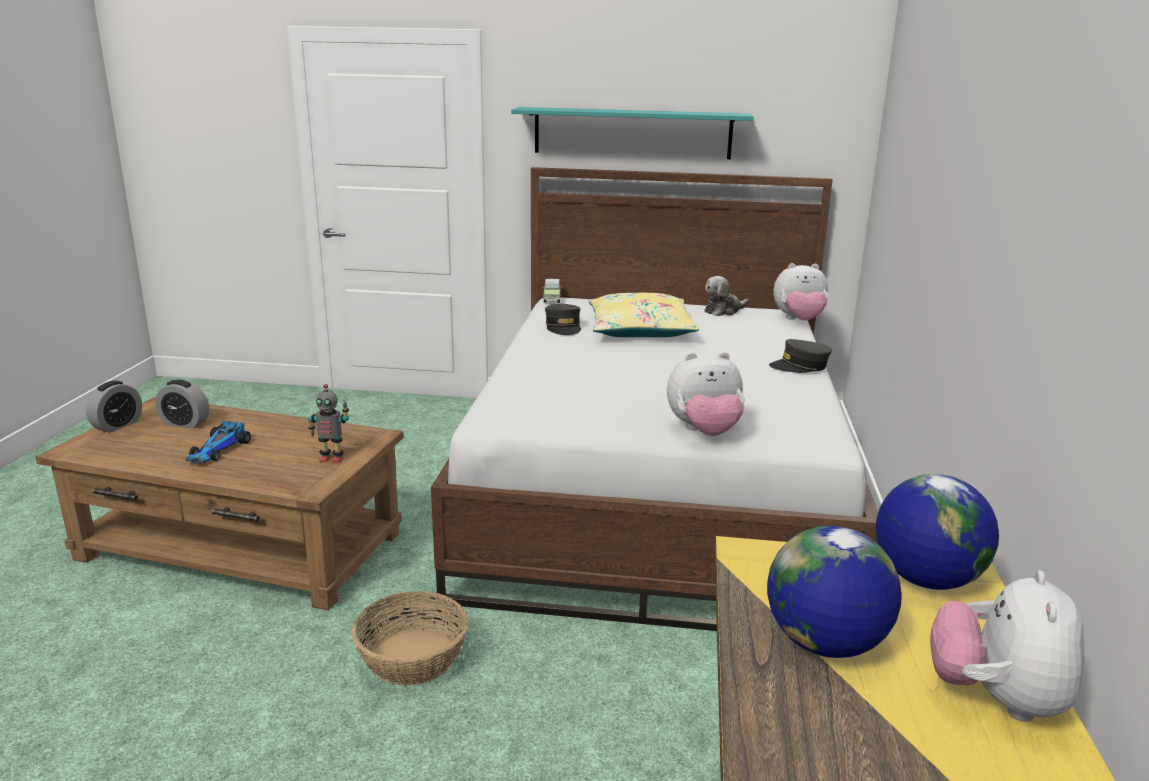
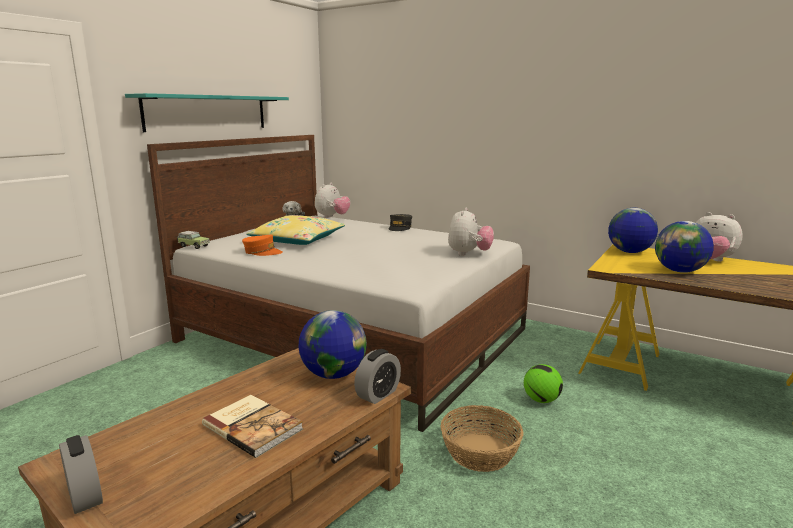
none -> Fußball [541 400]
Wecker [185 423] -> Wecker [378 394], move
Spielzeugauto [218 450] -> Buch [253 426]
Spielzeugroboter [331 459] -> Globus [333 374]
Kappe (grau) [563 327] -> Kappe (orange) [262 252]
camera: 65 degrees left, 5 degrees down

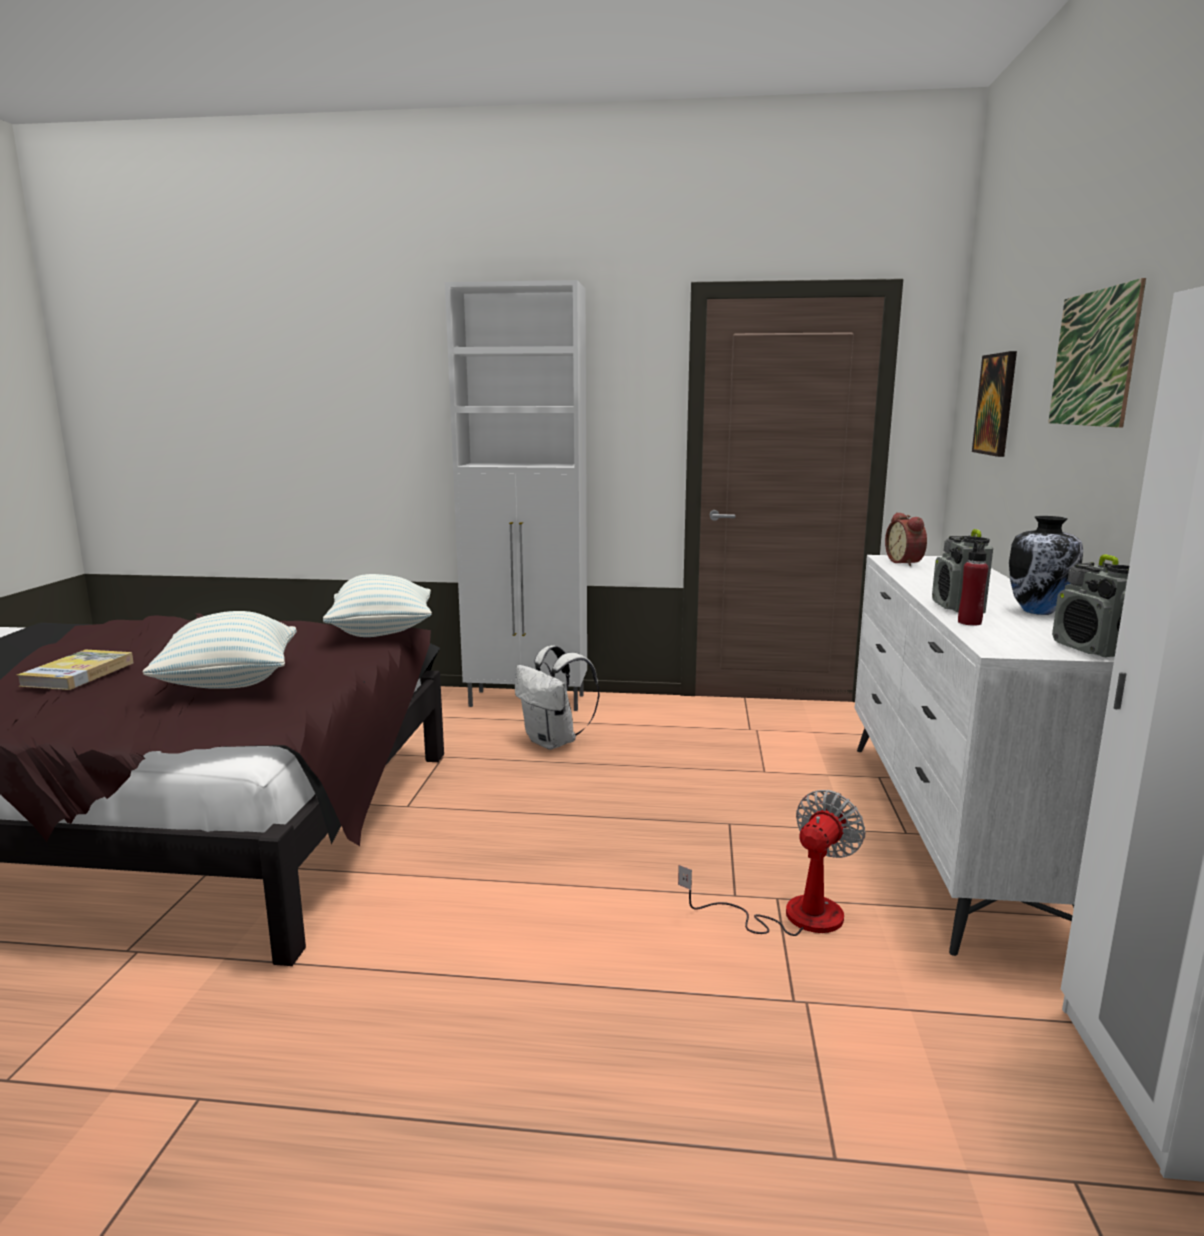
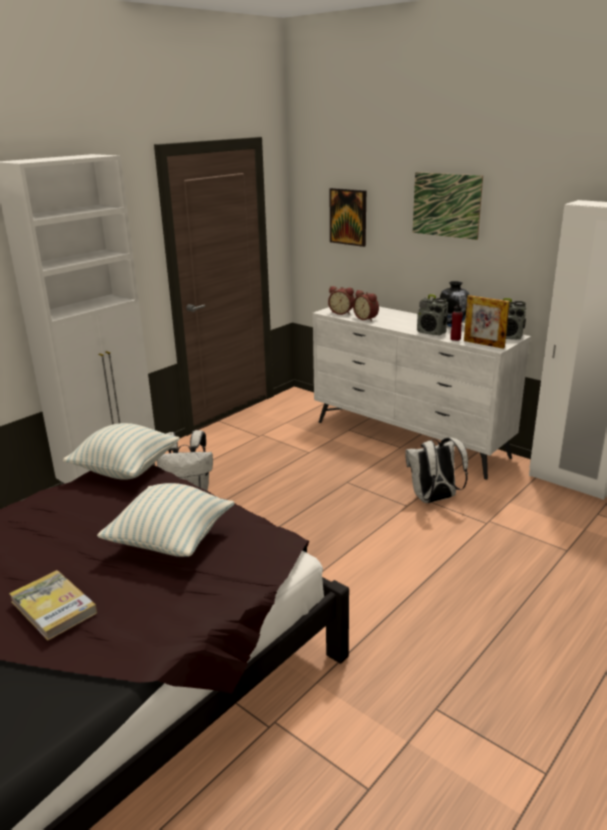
none -> Wecker [366 318]
none -> Bilderrahmen [483 344]
Ventilator [792 915] -> Rucksack (weiß) [434 499]
camera: 55 degrees left, 10 degrees up

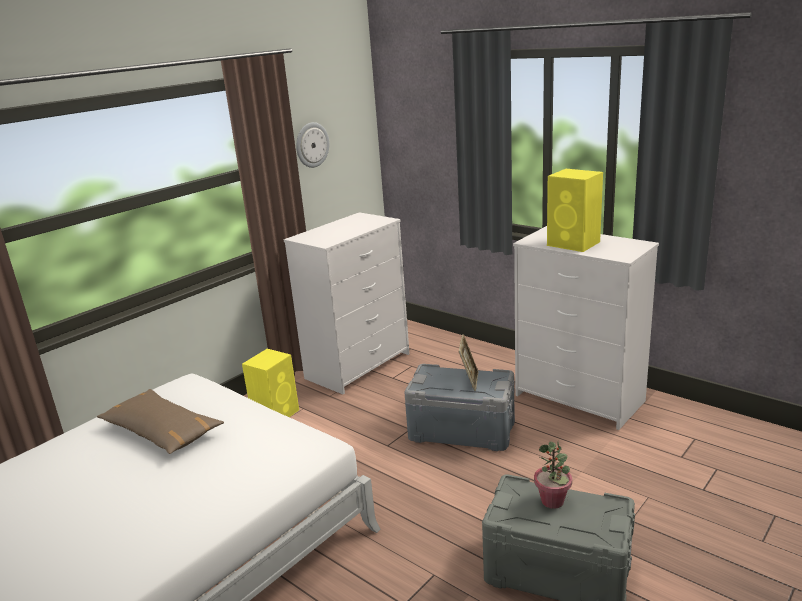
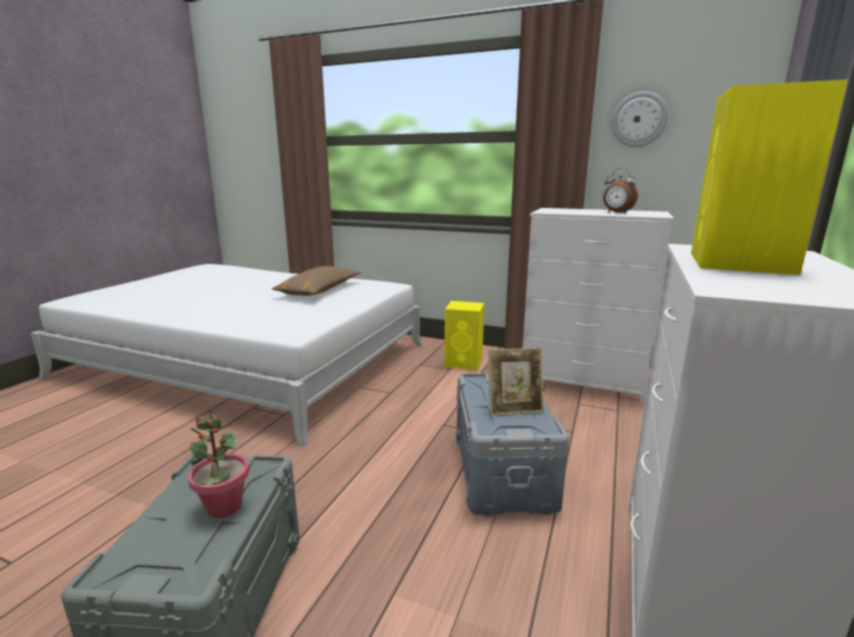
none -> Wecker [616 213]
camera: 70 degrees right, 5 degrees down

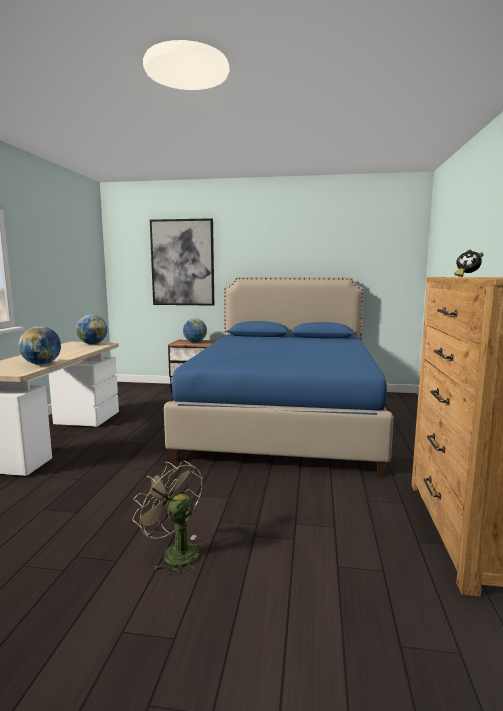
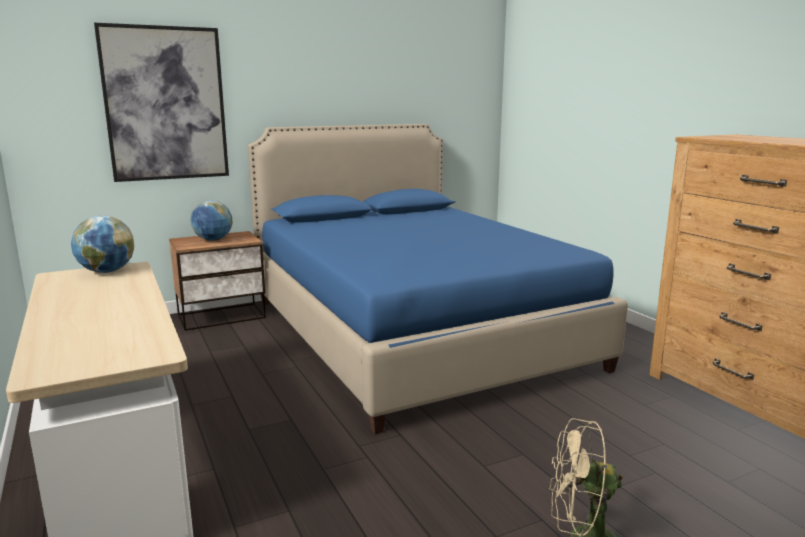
Globus [42 364] -> none
Wecker [466 276] -> none
camera: 35 degrees left, 5 degrees up

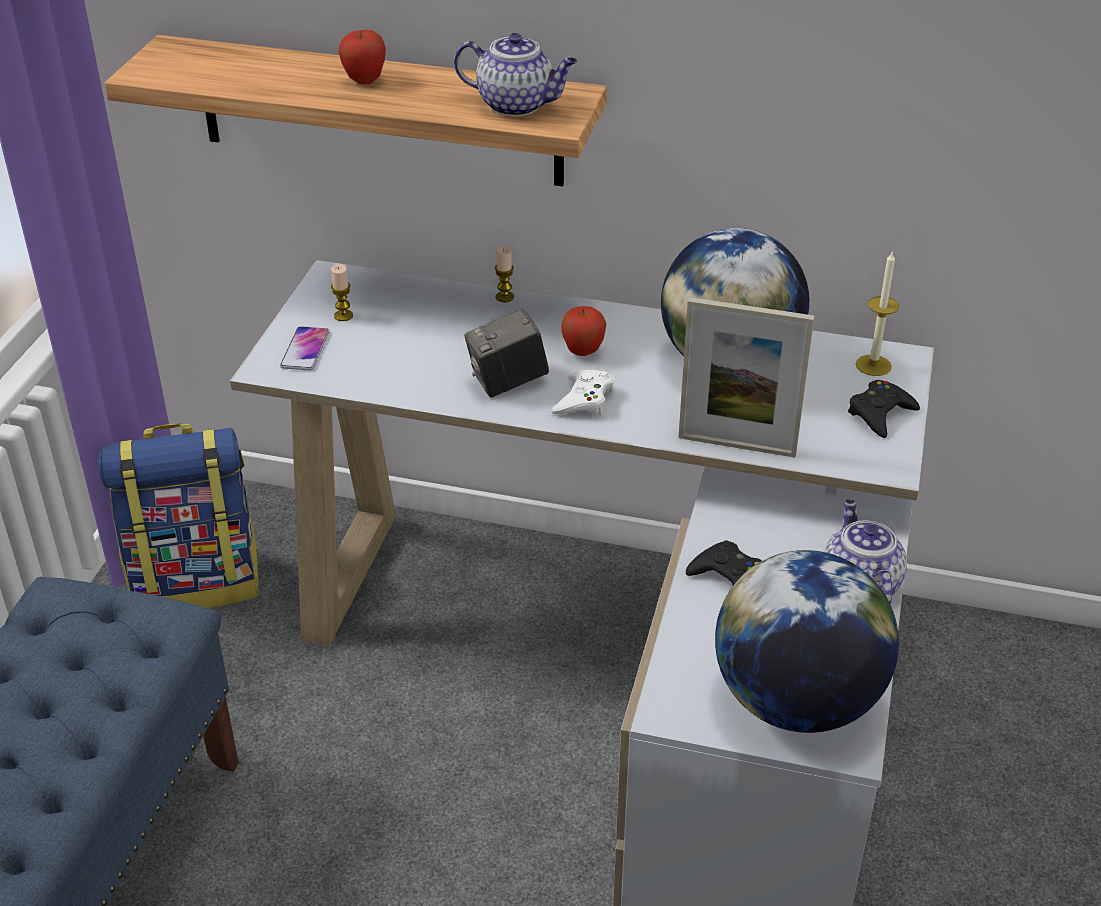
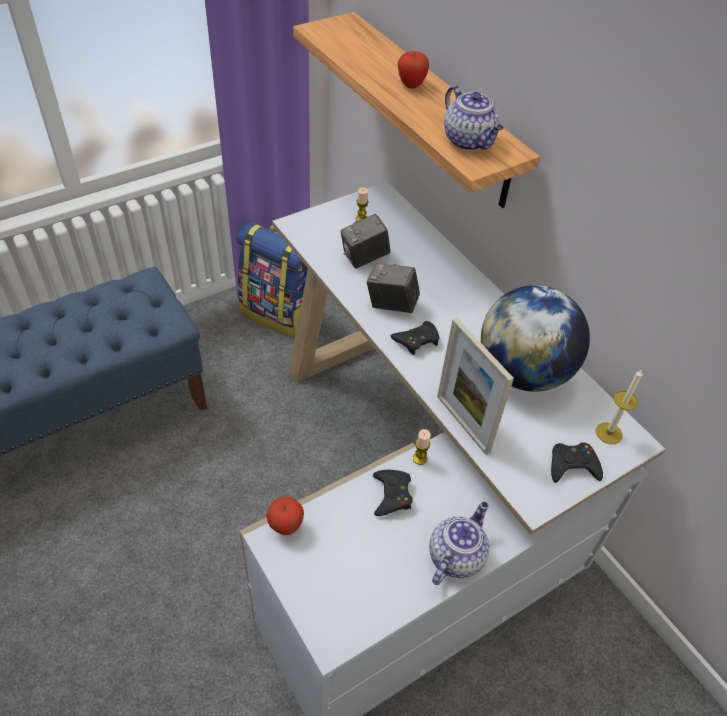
Handy [305 350] -> none
Globus [796 701] -> none
none -> Kamera [364 258]
Kerze [504 297] -> Kerze [419 458], move
Apfel [583 352] -> Apfel [286 527], move
Gamepad (weiß) [584 400] -> Gamepad (schwarz) [416 340]
camera: 40 degrees right, 10 degrees up

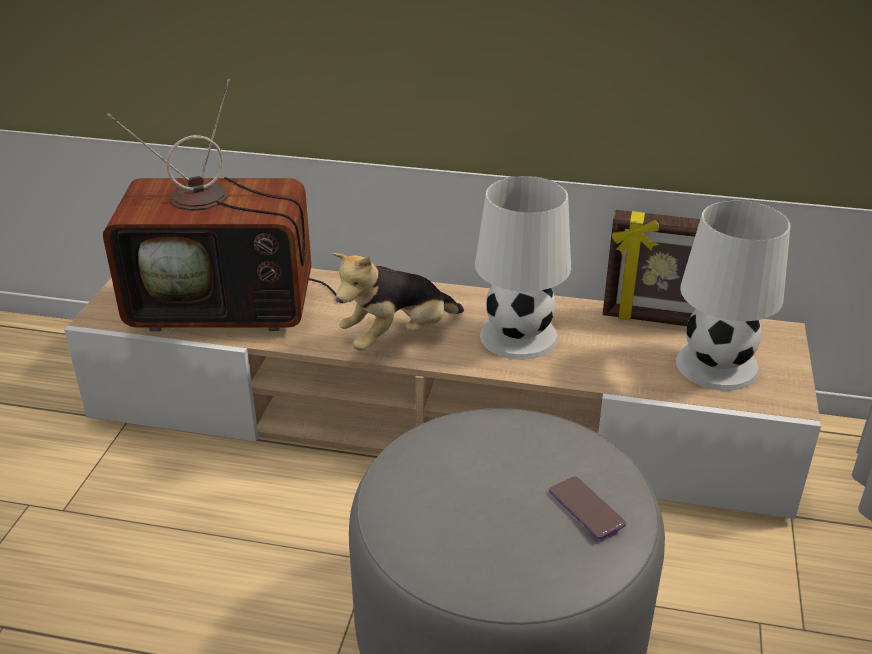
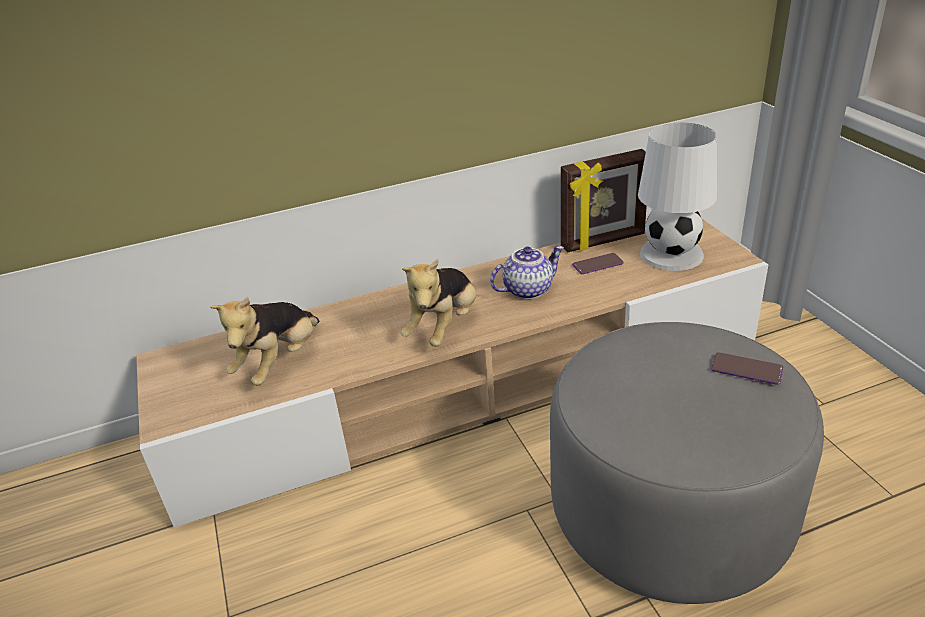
none -> Handy [597 264]
Fernseher [229 306] -> Plüschtier [279 363]
Tischlampe (weiß) [518 336] -> Teekanne [528 289]
camera: 30 degrees left, 0 degrees up

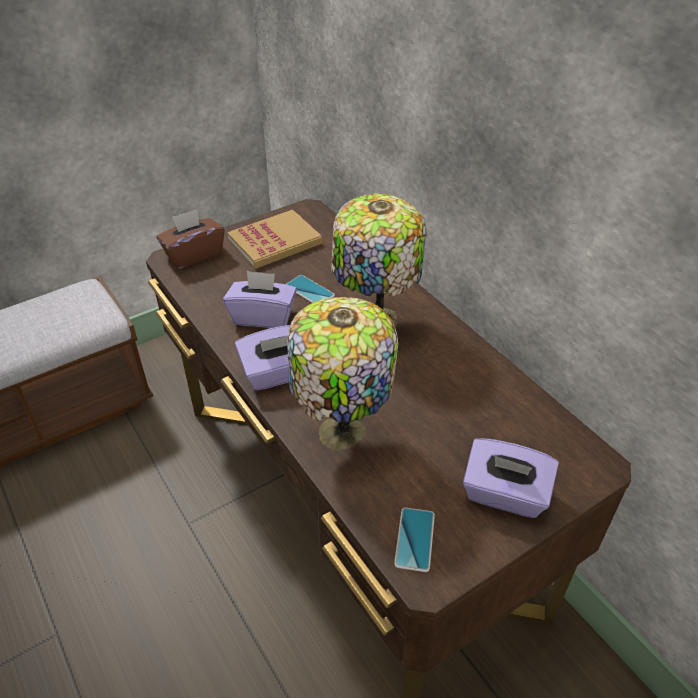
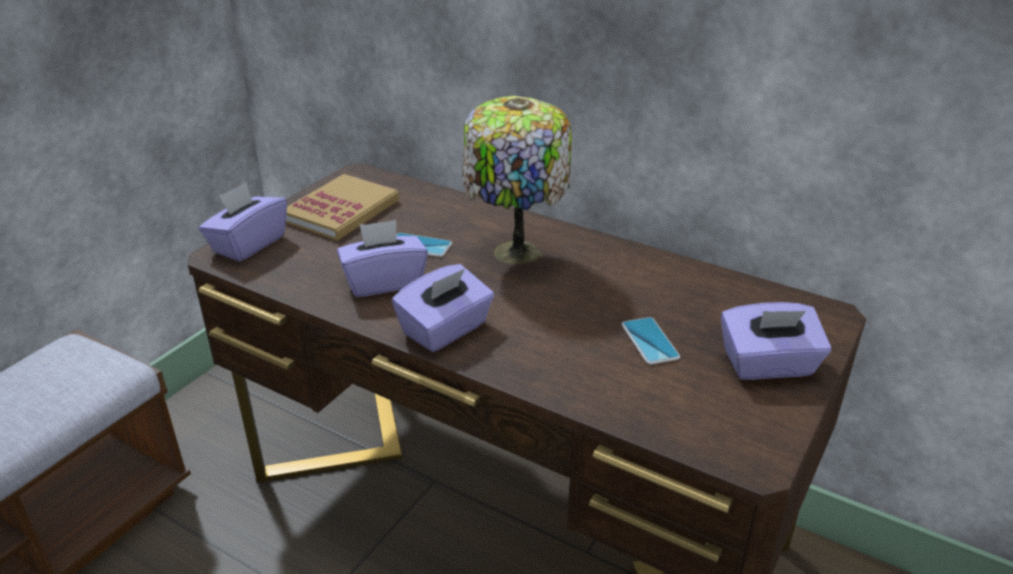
Tischlampe [341 435] -> none
Handy [414 539] -> Handy [649 341], move
Taschentuchbox (braun) [194 254] -> Taschentuchbox (lila) [248 244]
camera: 25 degrees left, 10 degrees down

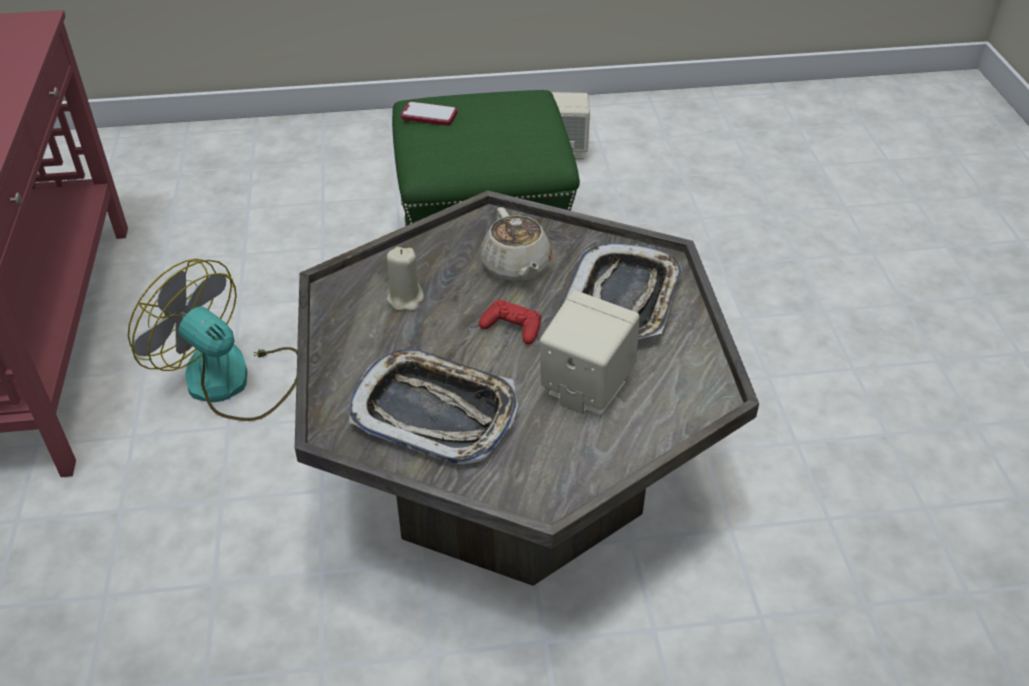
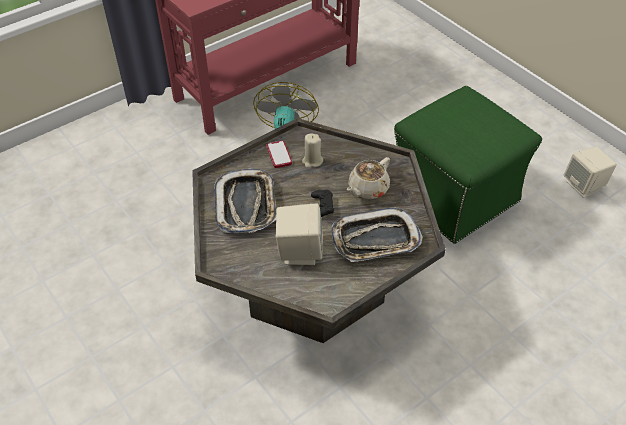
Handy [429 115] -> Handy [279 155], move
Gamepad (rot) [512 327] -> Gamepad (schwarz) [322 206]
camera: 60 degrees right, 5 degrees up

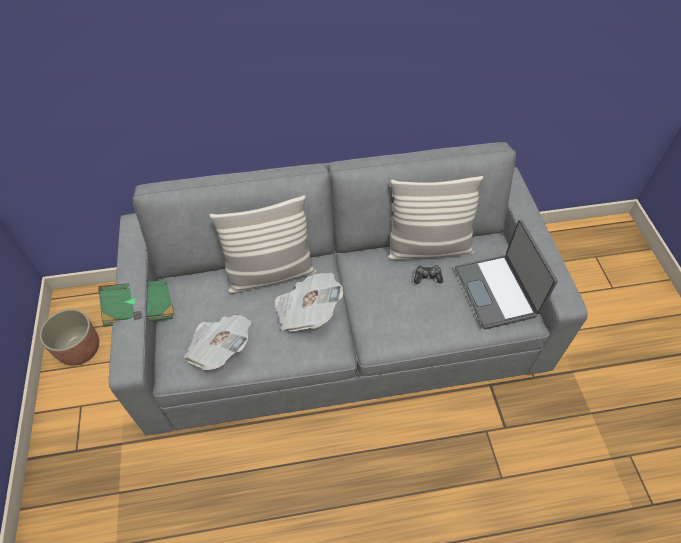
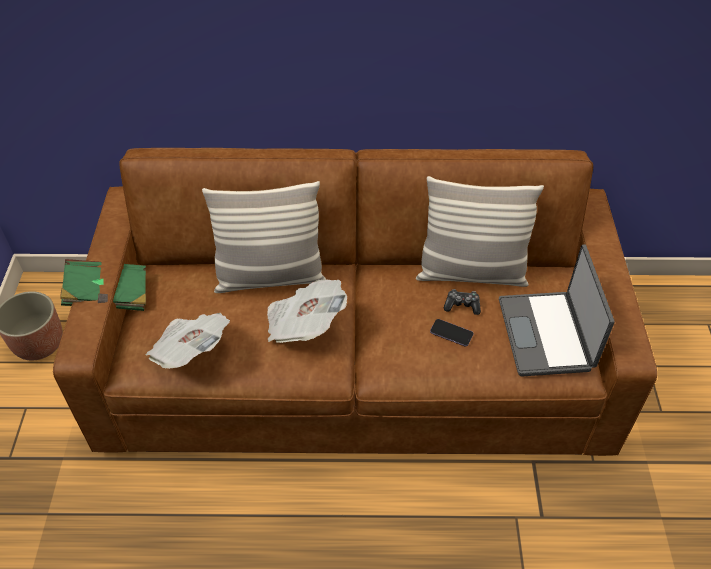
none -> Handy [451 333]
Sofa (grau) [340 326] -> Sofa (braun) [355 362]
camera: 10 degrees right, 5 degrees down

